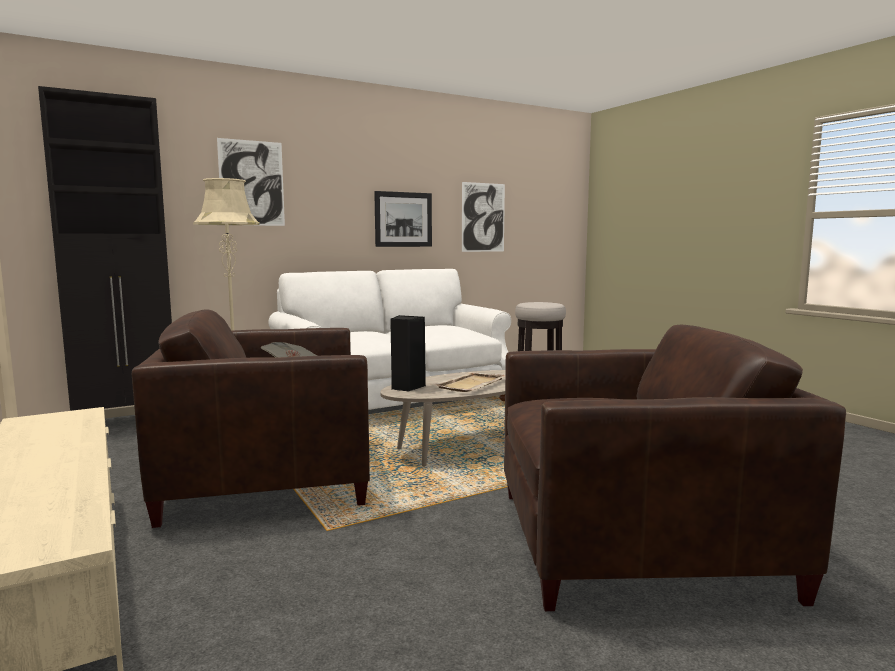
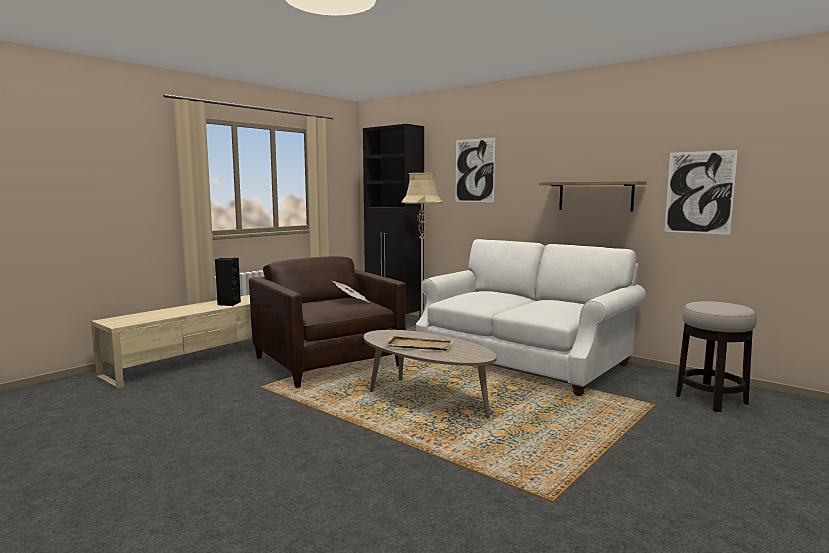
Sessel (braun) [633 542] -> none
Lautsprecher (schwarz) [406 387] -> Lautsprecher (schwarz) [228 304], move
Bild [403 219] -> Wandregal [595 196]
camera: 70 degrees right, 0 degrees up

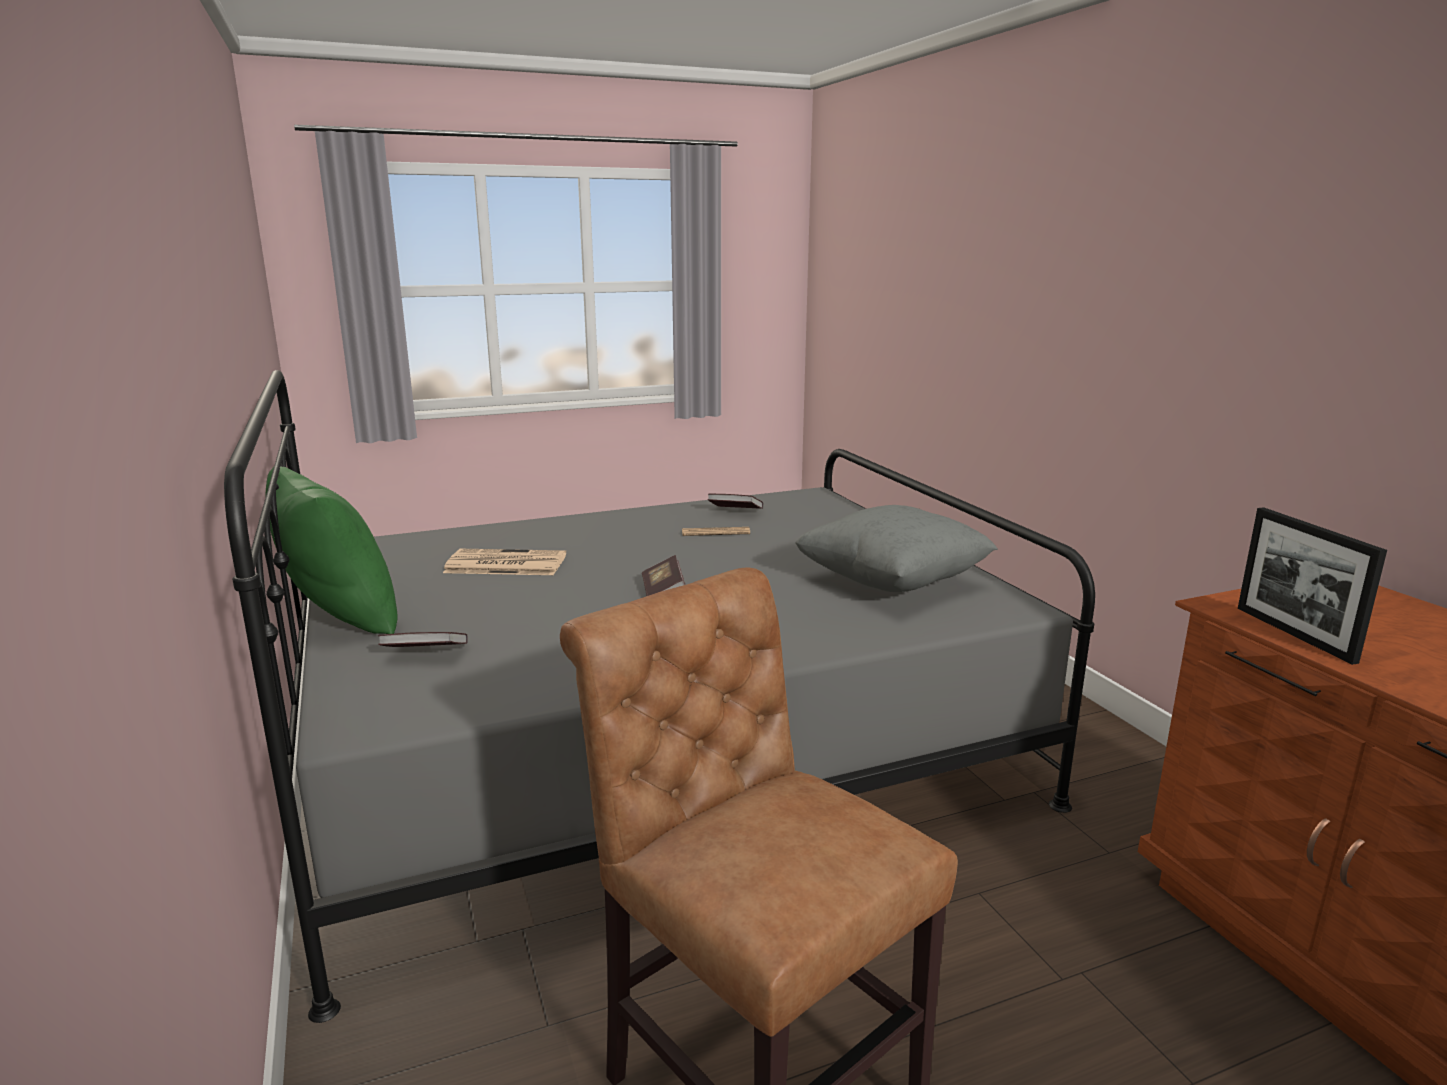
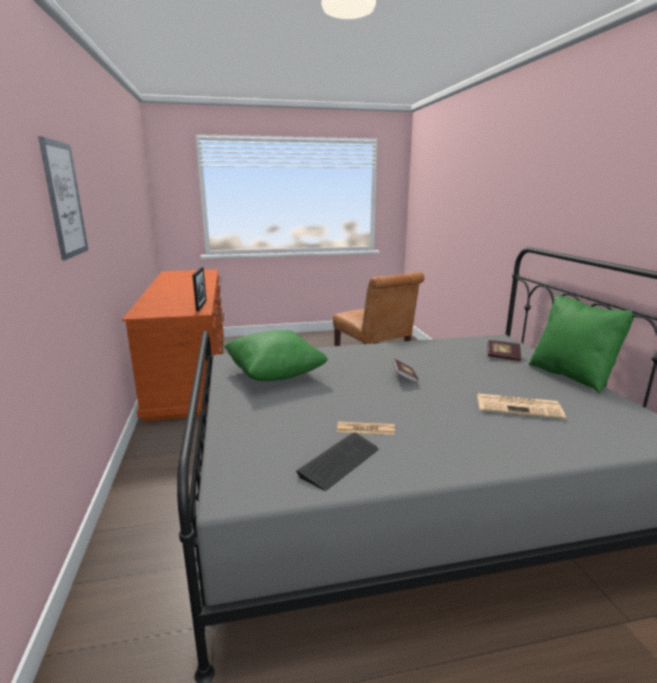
none -> Bild [64 200]
Buch [735 512] -> Tastatur [339 462]
Kissen (grau) [891 583] -> Kissen (grün) [275 374]
camera: 170 degrees left, 0 degrees up

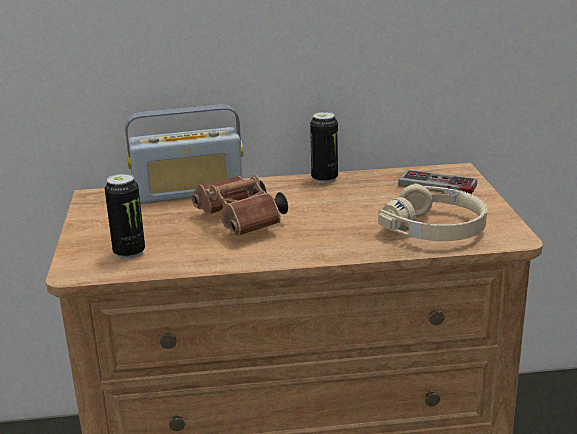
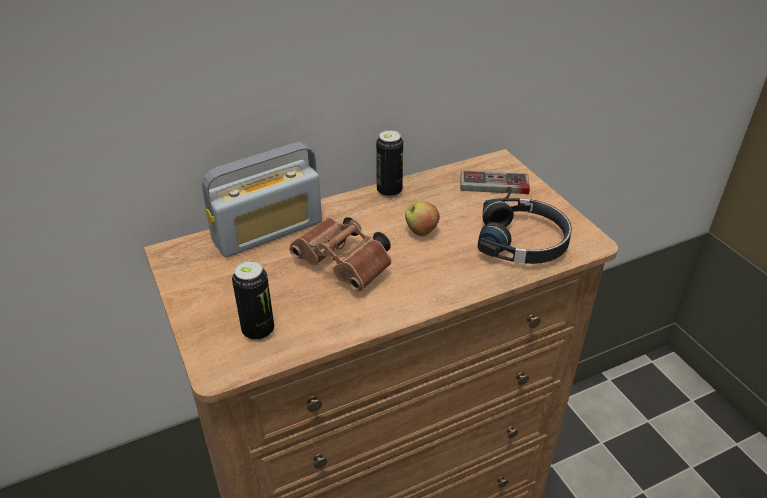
none -> Apfel [421 232]
Kopfhörer (beige) [436 228] -> Kopfhörer (schwarz) [523 242]
camera: 20 degrees left, 15 degrees up

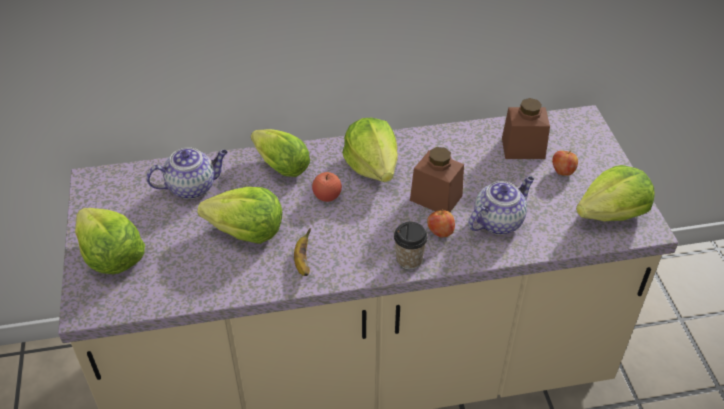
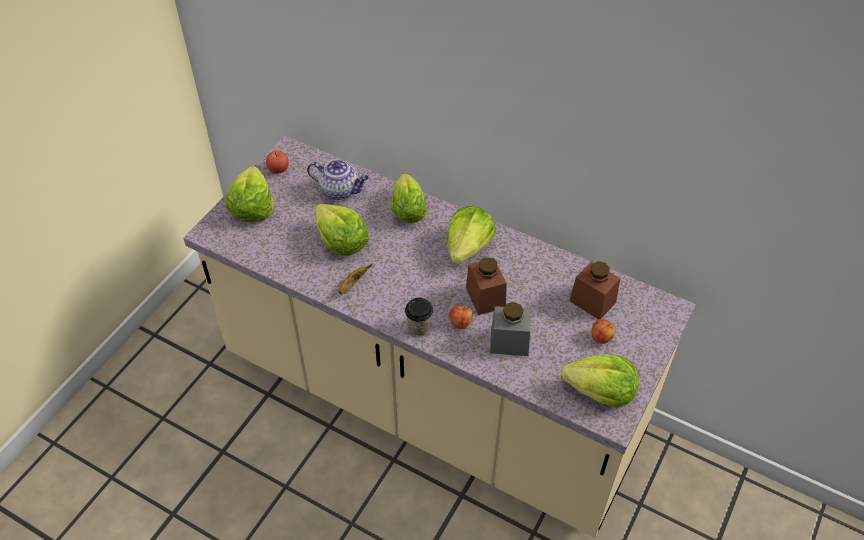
Apfel [327 196] -> Apfel [278 169], move
Teekanne [498 221] -> Vorratsglas (grau) [509 342]
camera: 40 degrees right, 5 degrees up

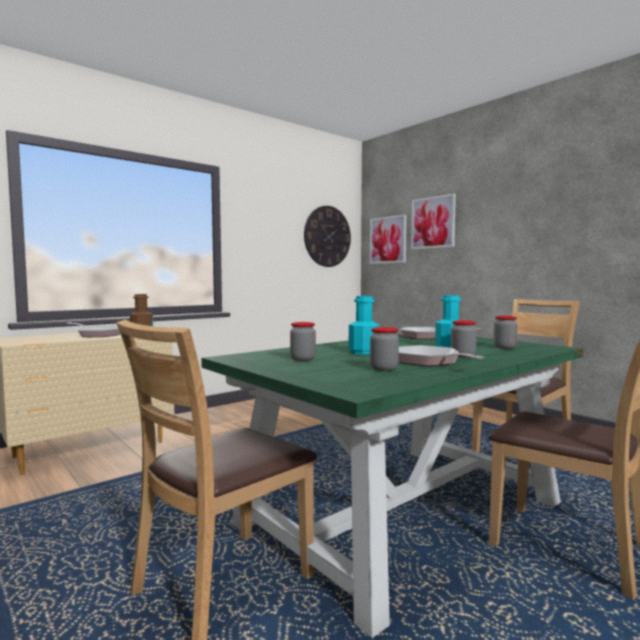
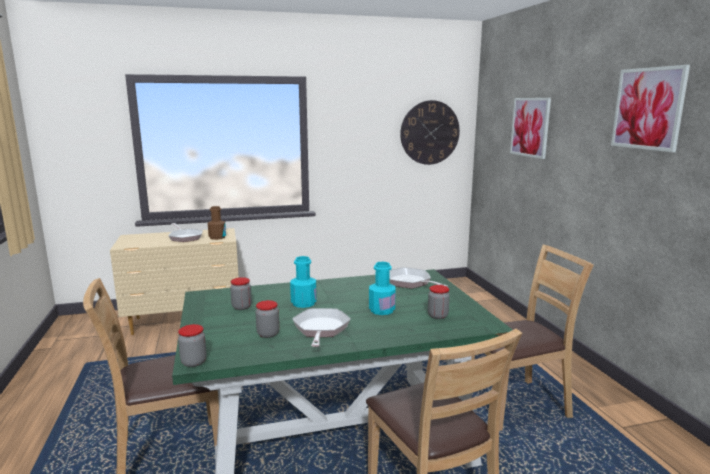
Bild [388 240] -> Bild [648 108], move
Vorratsglas [463 356] -> Vorratsglas [193 362], move
camera: 25 degrees right, 10 degrees up

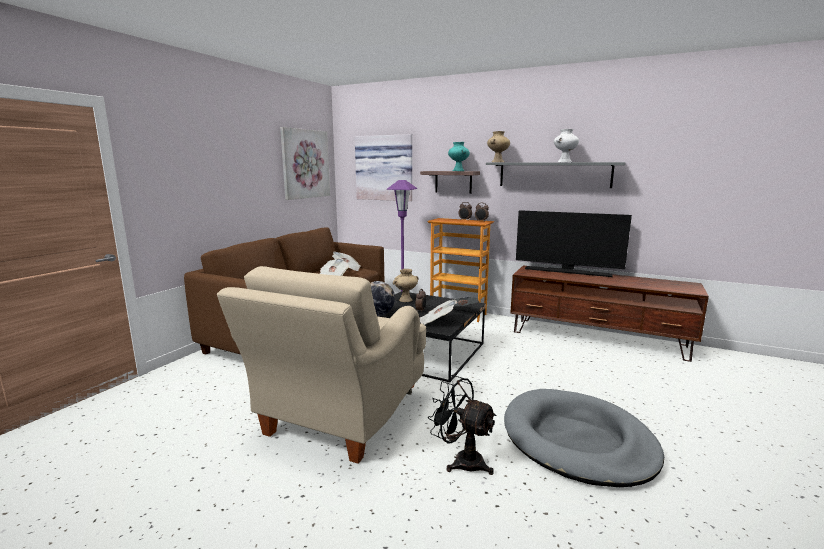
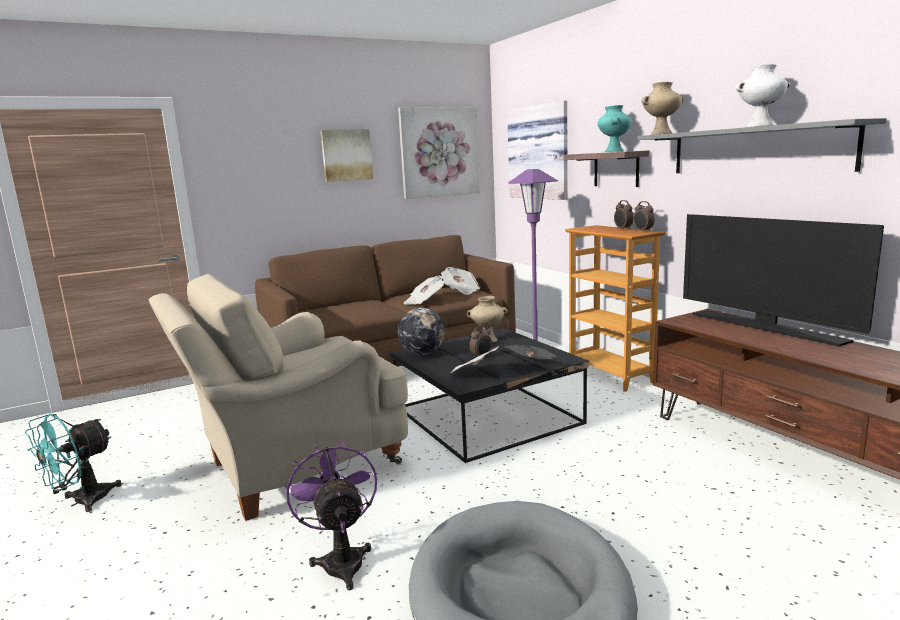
none -> Ventilator (türkis) [82 502]
none -> Bild [346 155]
Ventilator (schwarz) [461 460] -> Ventilator (lila) [341 560]
camera: 35 degrees right, 0 degrees up

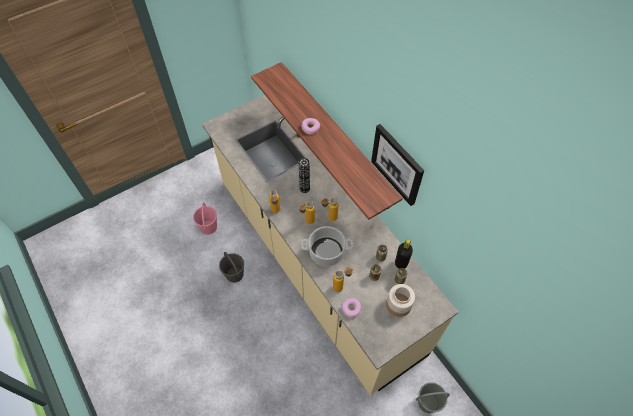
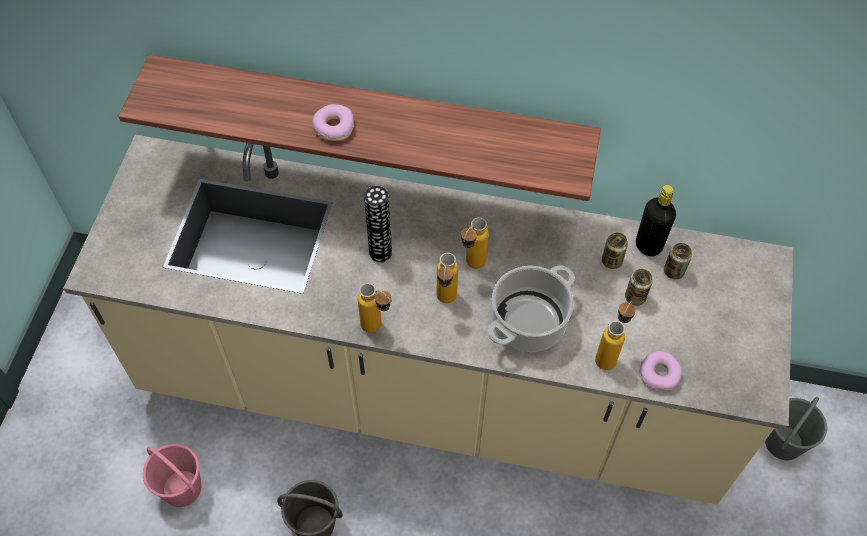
Bild [397 164] -> none
Vorratsglas [399 305] -> none
camera: 45 degrees left, 0 degrees up

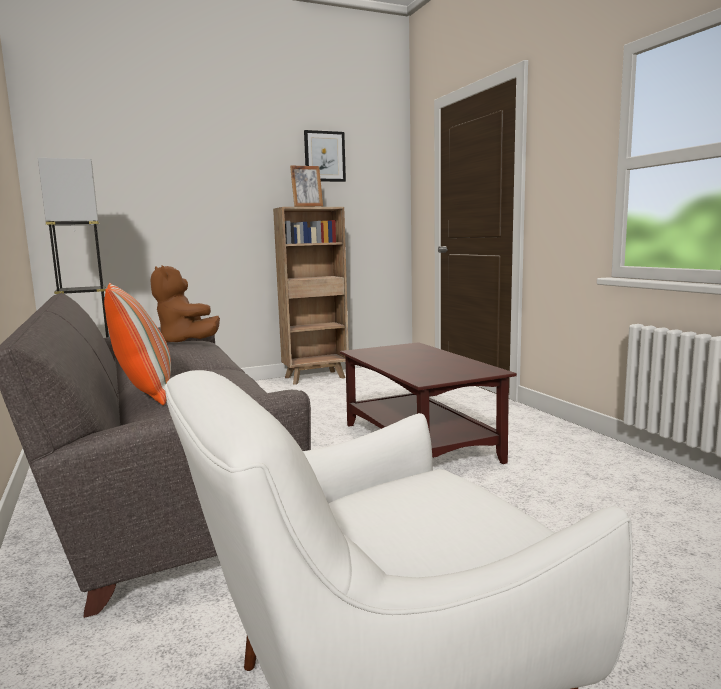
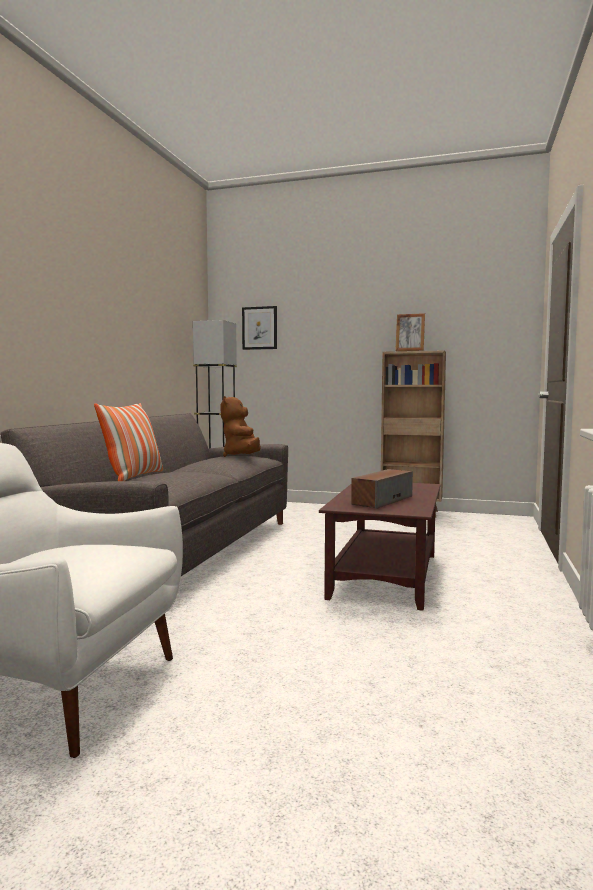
none -> Lautsprecher [382 500]
Bild [324 156] -> Bild [259 328], move
camera: 40 degrees right, 5 degrees down

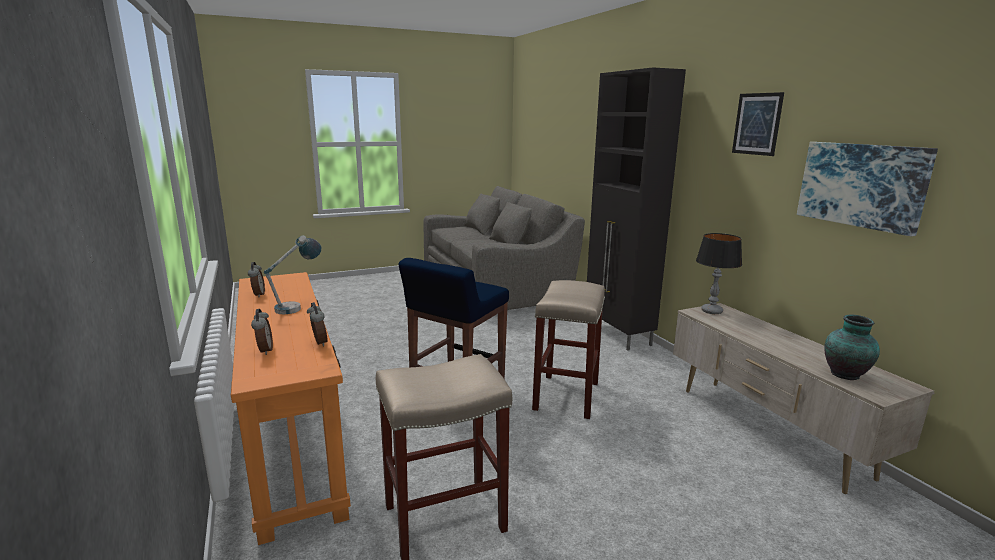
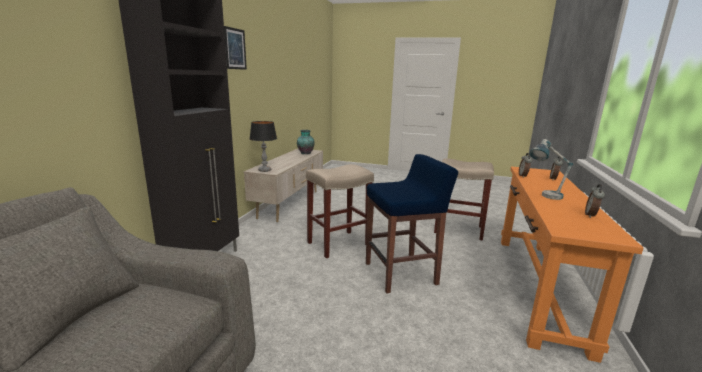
Bild [861 185] -> none
camera: 140 degrees left, 0 degrees up

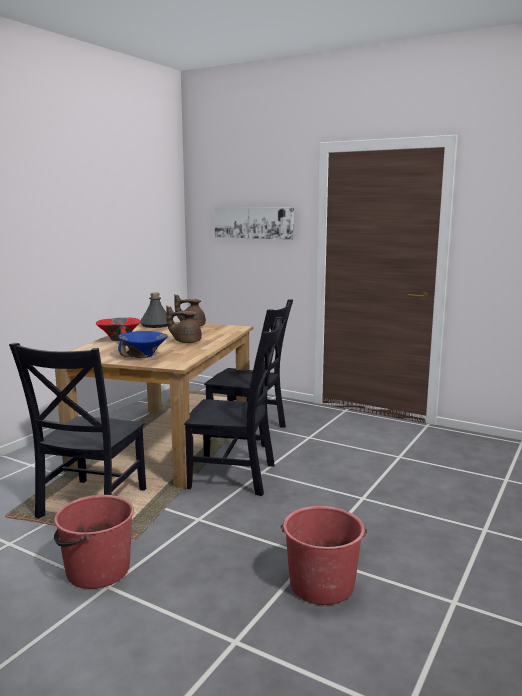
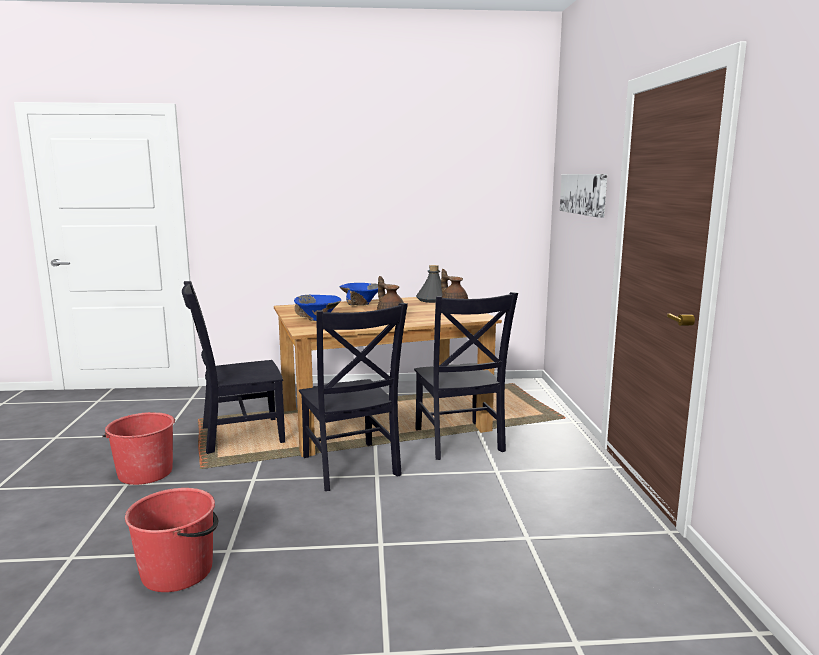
Schüssel (rot) [119 339] -> Schüssel (blau) [361 304]
camera: 55 degrees right, 0 degrees up

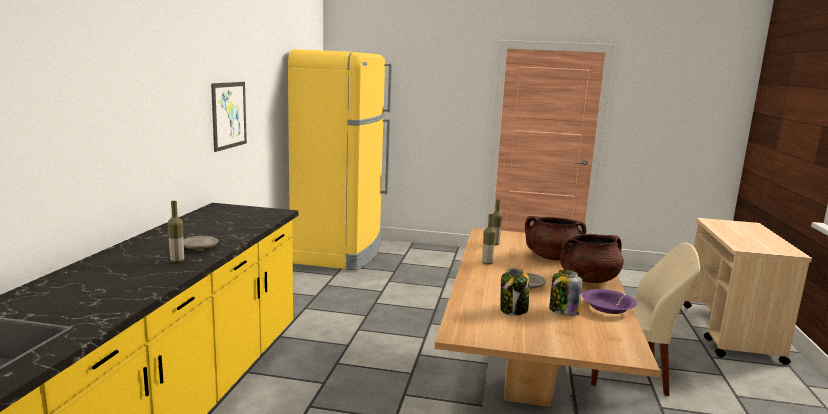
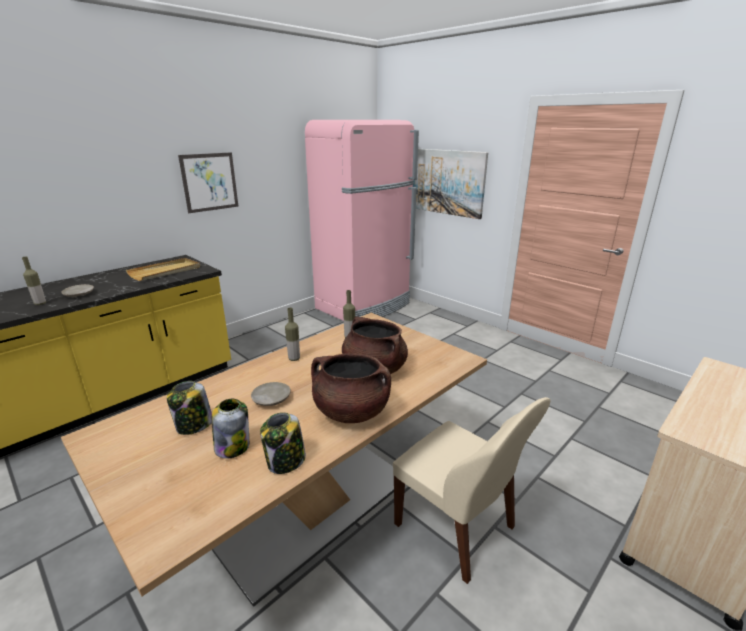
none -> Tablett (beige) [165 271]
none -> Bild [445 182]
Schüssel (lila) [608 308] -> Vorratsglas [285 462]
Kühlschrank (gelb) [339 253] -> Kühlschrank (rosa) [364 306]
camera: 35 degrees right, 10 degrees up

